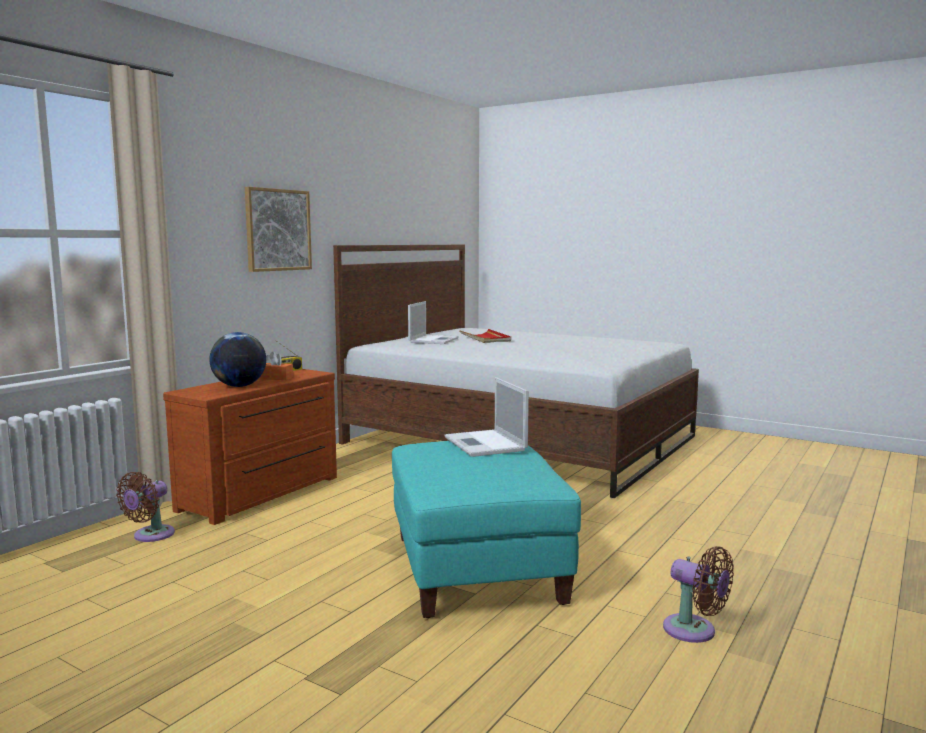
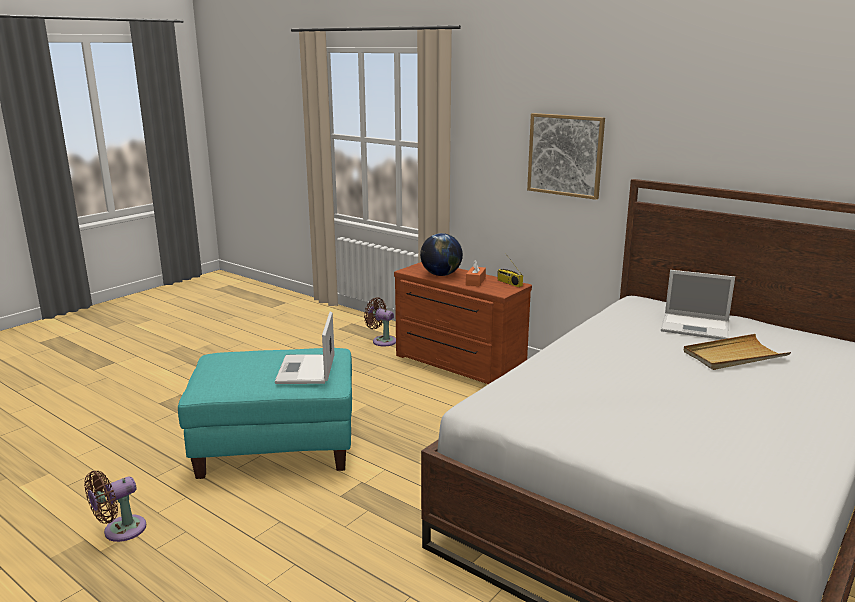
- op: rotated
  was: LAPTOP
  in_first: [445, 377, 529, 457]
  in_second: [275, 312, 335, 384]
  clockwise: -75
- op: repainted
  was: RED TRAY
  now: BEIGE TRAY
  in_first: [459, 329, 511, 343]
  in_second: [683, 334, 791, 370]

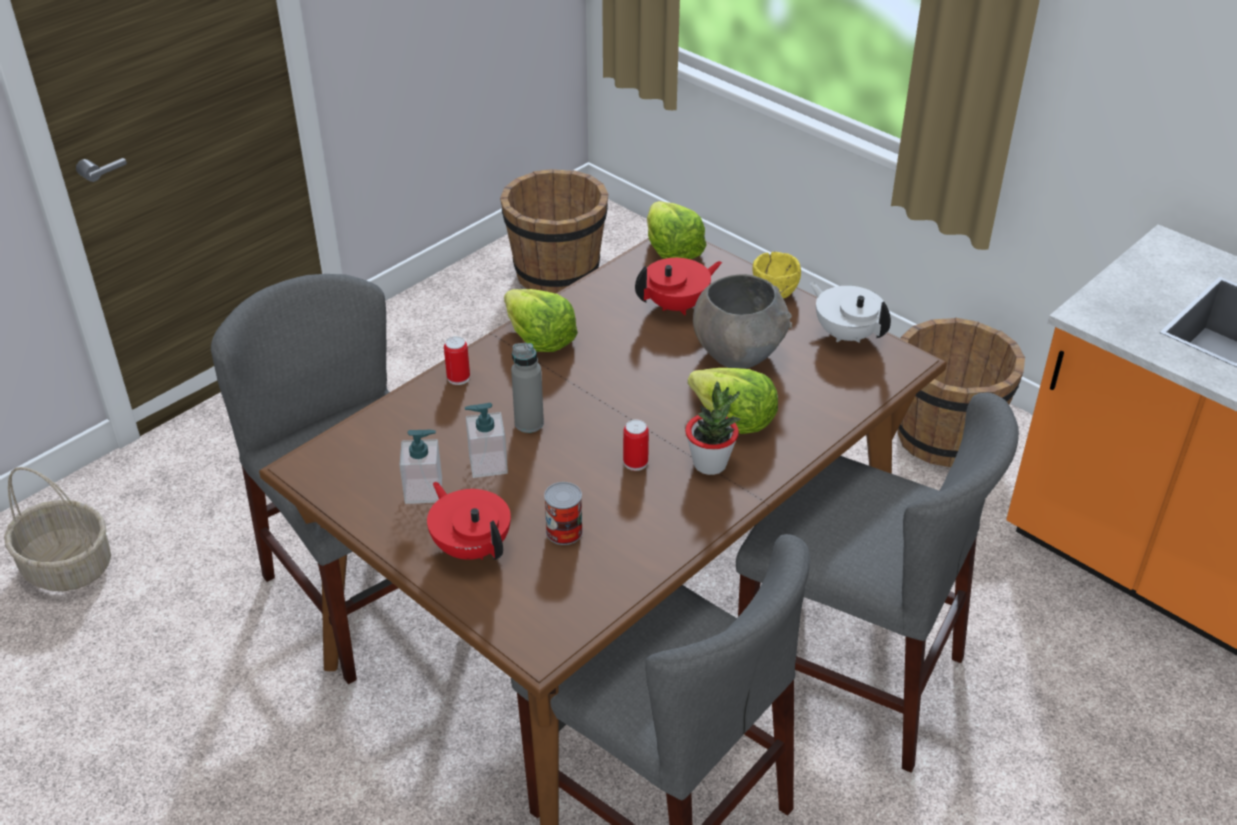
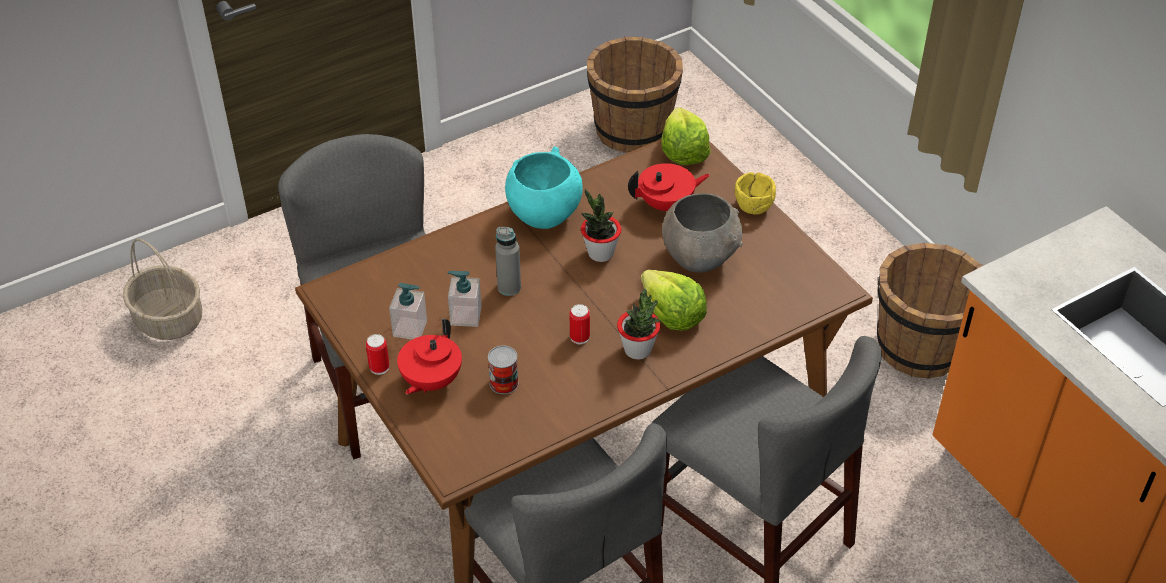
- op: shifted
  was: CAN
  in_first: [444, 336, 470, 385]
  in_second: [366, 334, 390, 375]
- op: rotated
  was: RED TEAPOT
  in_first: [427, 482, 511, 560]
  in_second: [397, 319, 462, 394]
  clockwise: -135
- op: swapped
  was: LETTUCE
  now: TURQUOISE BOWL
  in_first: [504, 289, 578, 352]
  in_second: [505, 146, 583, 229]
- op: new
  now: POTTED PLANT
  in_second: [581, 189, 621, 262]
- op: gone
  was: WHITE TEAPOT
  in_first: [810, 282, 891, 343]

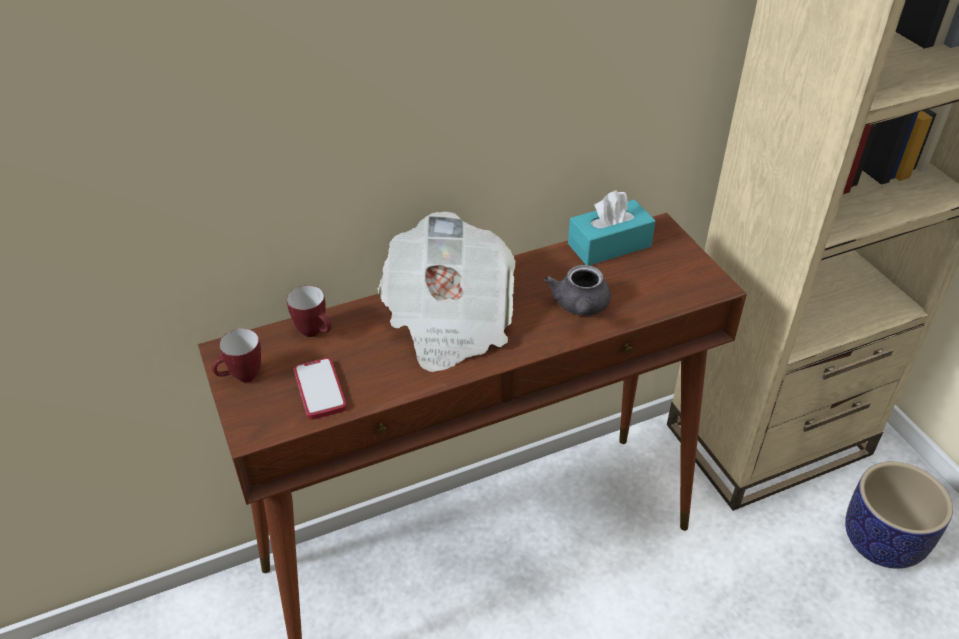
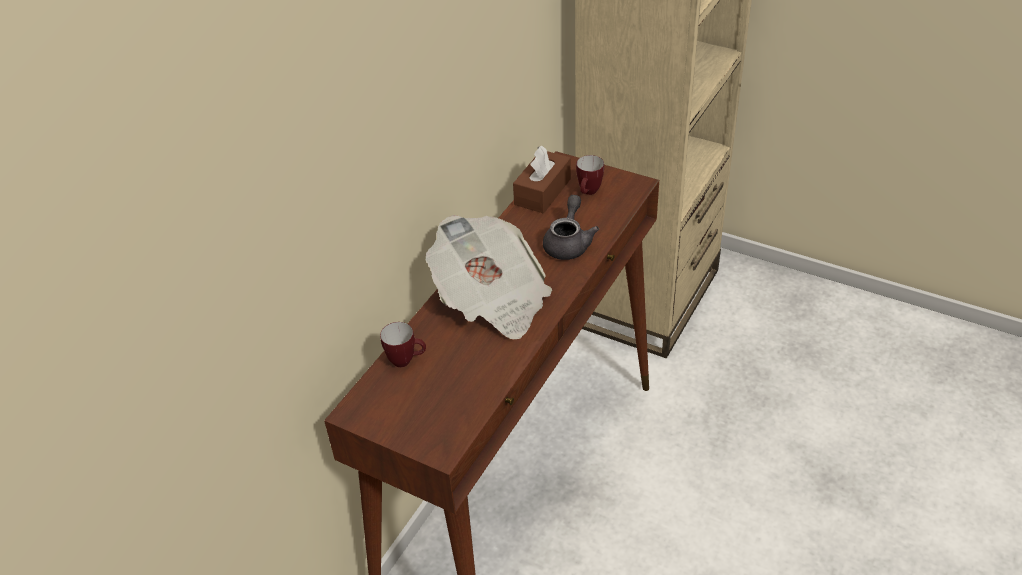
- op: repainted
  was: TURQUOISE TISSUE BOX
  now: BROWN TISSUE BOX
  in_first: [568, 190, 655, 265]
  in_second: [513, 146, 571, 214]
- op: rotated
  was: GREY TEAPOT
  in_first: [544, 265, 611, 316]
  in_second: [543, 195, 599, 260]
  clockwise: -135
- op: shifted
  was: MUG
  in_first: [212, 329, 261, 382]
  in_second: [576, 155, 604, 195]
- op: gone
  was: PHONE
  in_first: [294, 358, 347, 420]
- op: gone
  was: PLANTER
  in_first: [845, 462, 953, 569]

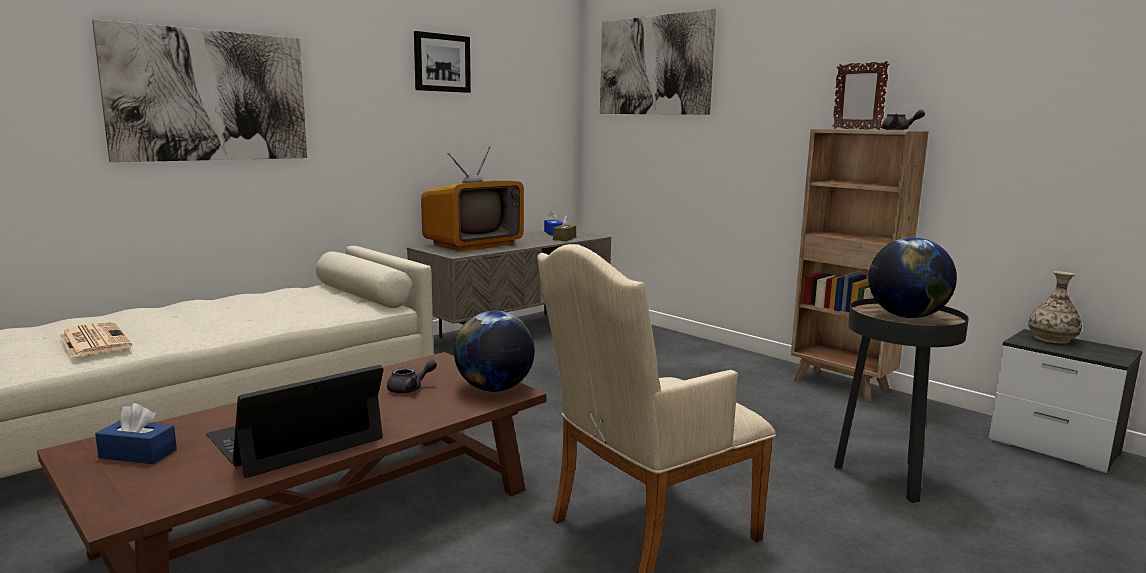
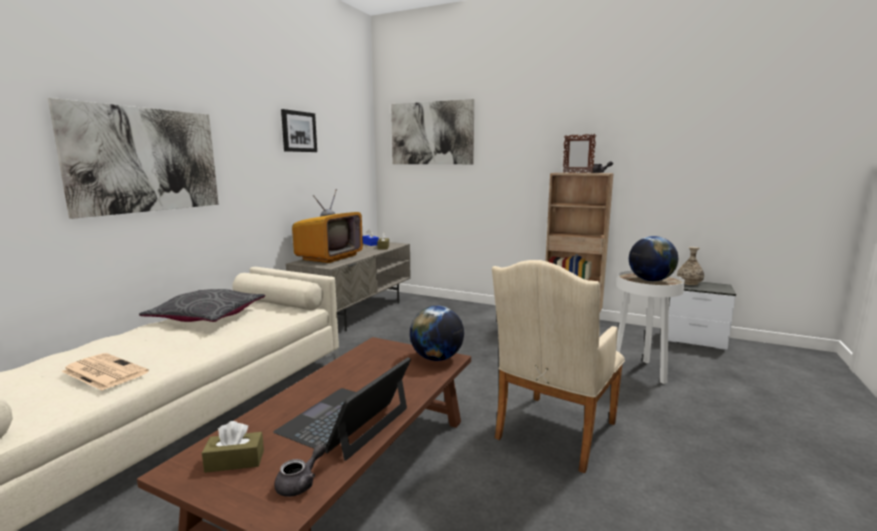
- op: new
  now: GREY PILLOW
  in_second: [139, 289, 265, 322]
- op: repainted
  was: BLUE TISSUE BOX
  now: BROWN TISSUE BOX
  in_first: [95, 403, 177, 464]
  in_second: [202, 421, 264, 473]
- op: shifted
  was: GREY TEAPOT
  in_first: [387, 359, 437, 394]
  in_second: [274, 444, 326, 497]
- op: repainted
  was: BLACK SIDE TABLE
  now: WHITE SIDE TABLE
  in_first: [834, 298, 969, 503]
  in_second: [616, 270, 685, 384]

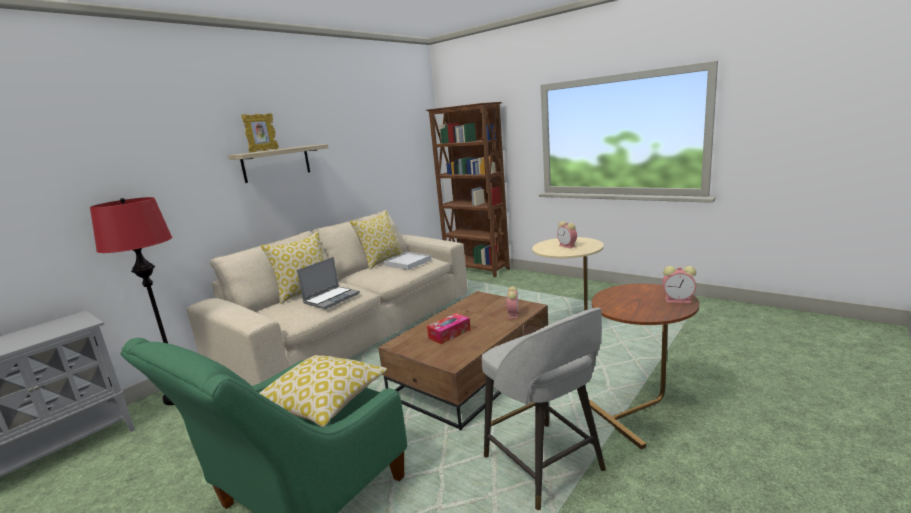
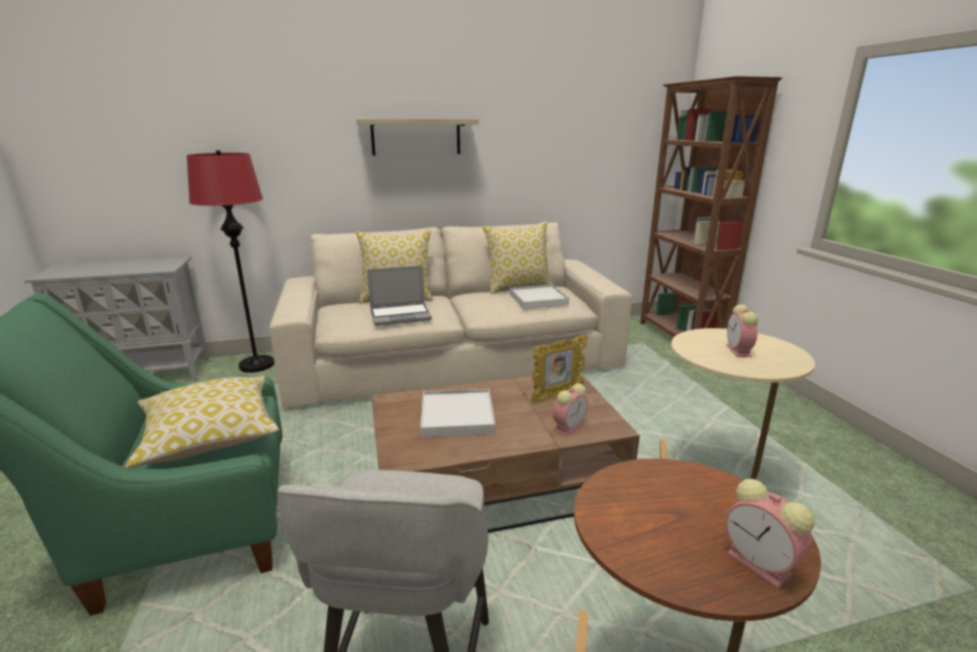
- op: swapped
  was: TISSUE BOX
  now: WHITE TRAY
  in_first: [427, 313, 471, 344]
  in_second: [420, 389, 495, 438]
- op: shifted
  was: PICTURE FRAME
  in_first: [241, 113, 279, 152]
  in_second: [531, 335, 588, 403]

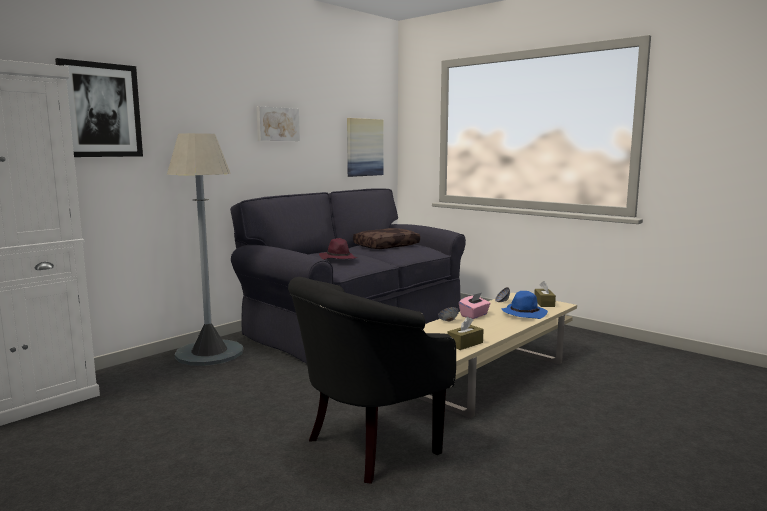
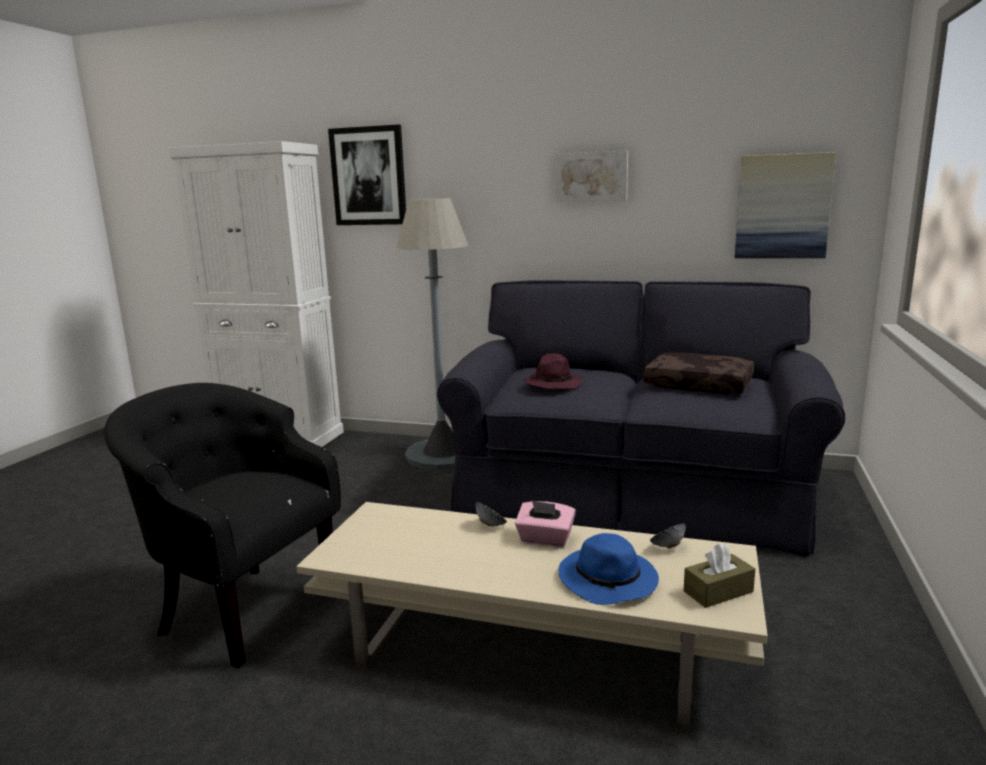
- op: gone
  was: BROWN TISSUE BOX
  in_first: [448, 317, 484, 350]

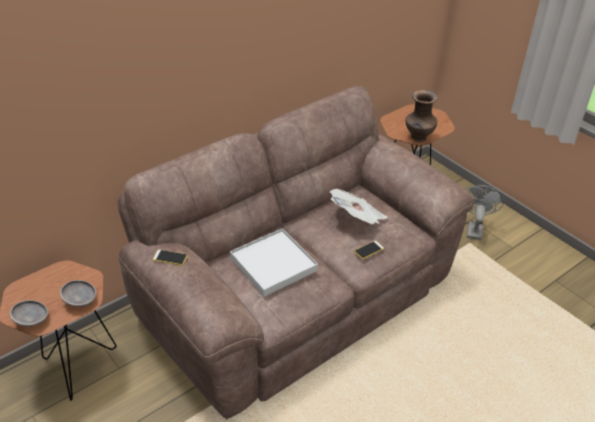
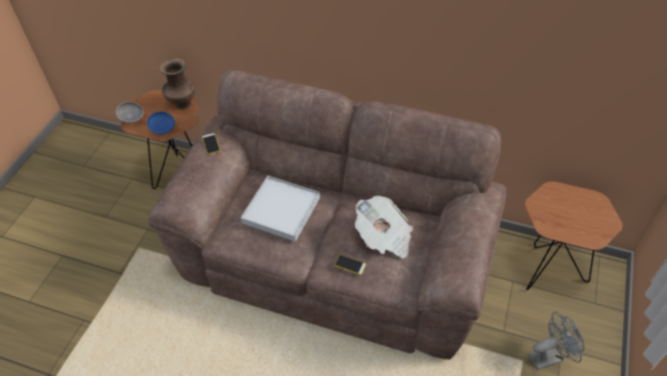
- op: repainted
  was: GREY BOWL
  now: BLUE BOWL
  in_first: [60, 280, 96, 307]
  in_second: [147, 112, 175, 134]
- op: shifted
  was: BROWN VASE
  in_first: [406, 90, 438, 142]
  in_second: [160, 58, 195, 110]

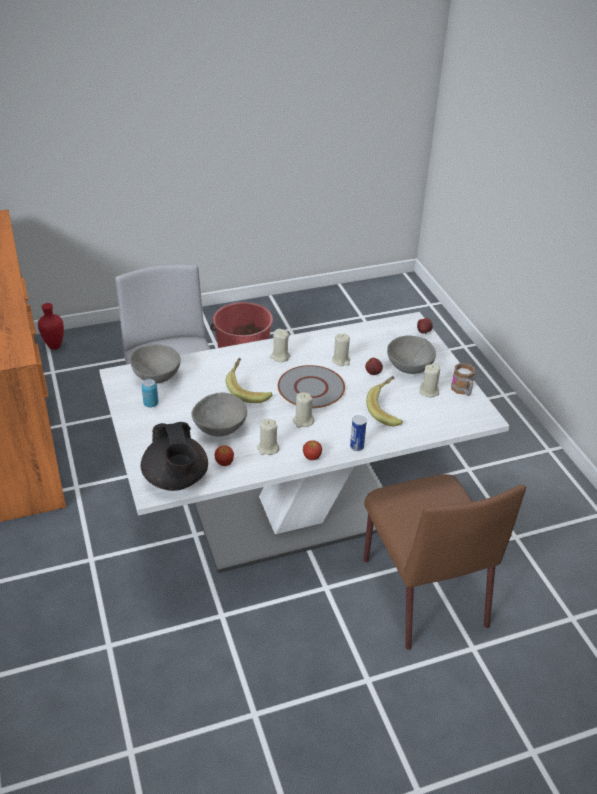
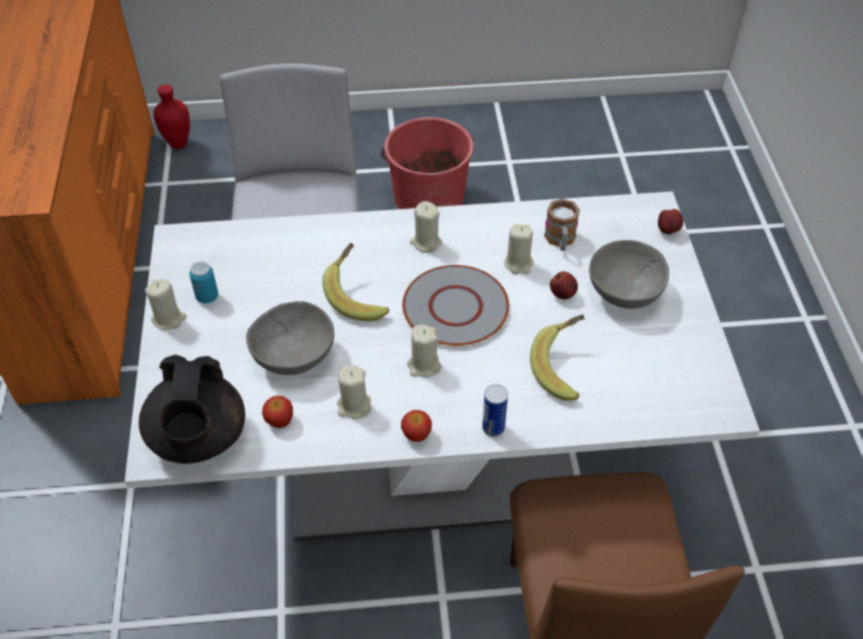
- op: shifted
  was: BEIGE CANDLE
  in_first: [420, 364, 440, 397]
  in_second: [145, 279, 186, 330]
- op: shifted
  was: MUG
  in_first: [451, 363, 475, 396]
  in_second: [544, 199, 580, 251]
- op: gone
  was: GREY BOWL
  in_first: [130, 345, 180, 384]

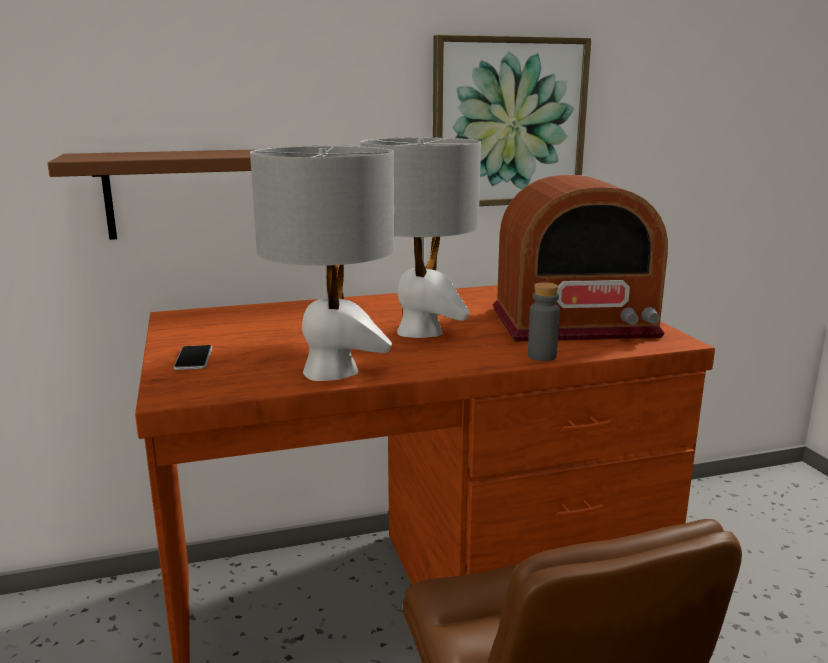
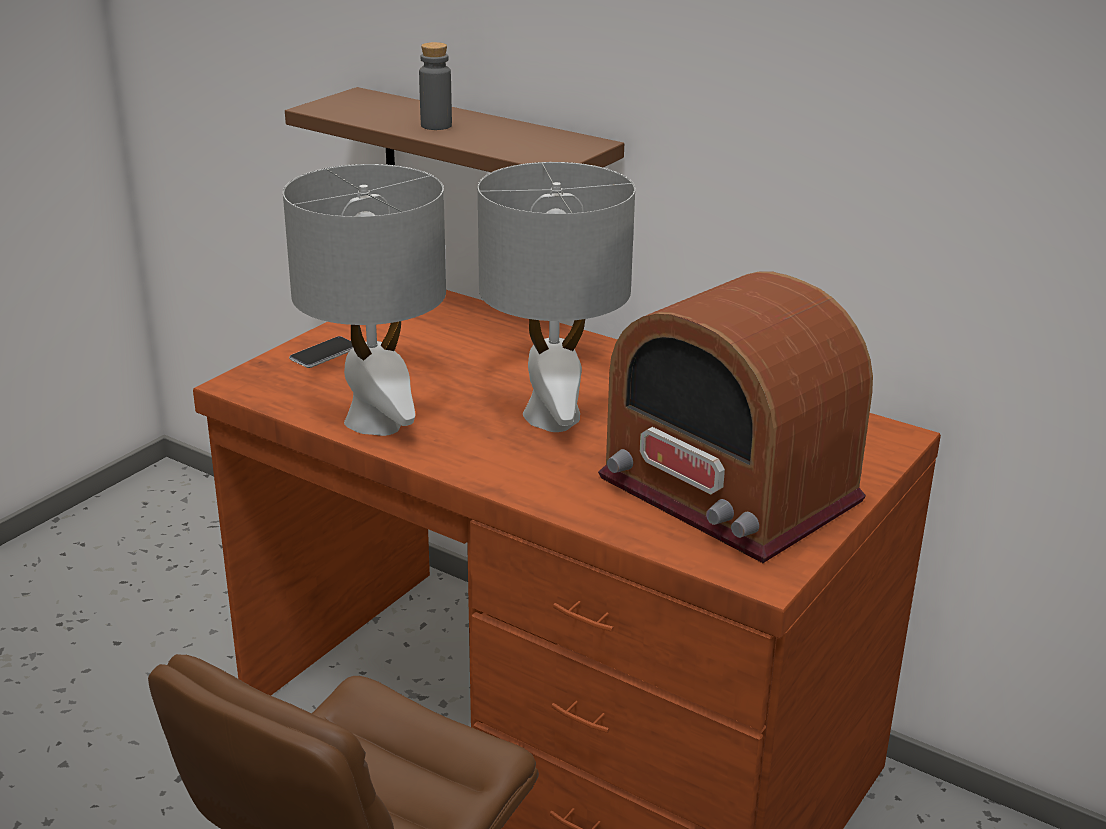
- op: shifted
  was: GREY BOTTLE
  in_first: [528, 282, 560, 361]
  in_second: [419, 42, 452, 130]
- op: gone
  was: PICTURE
  in_first: [433, 35, 592, 206]

